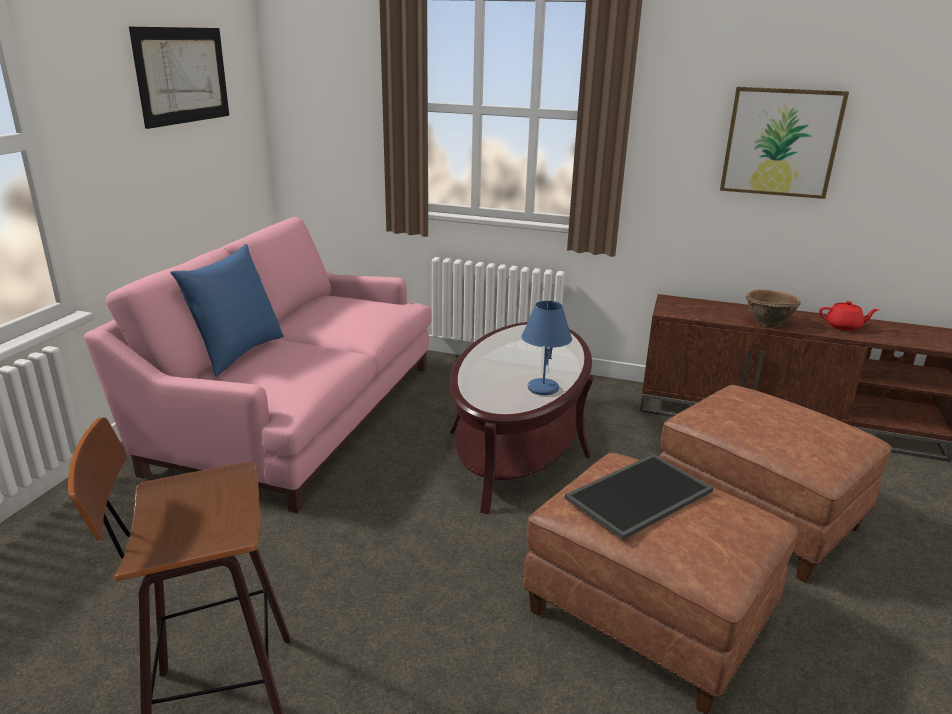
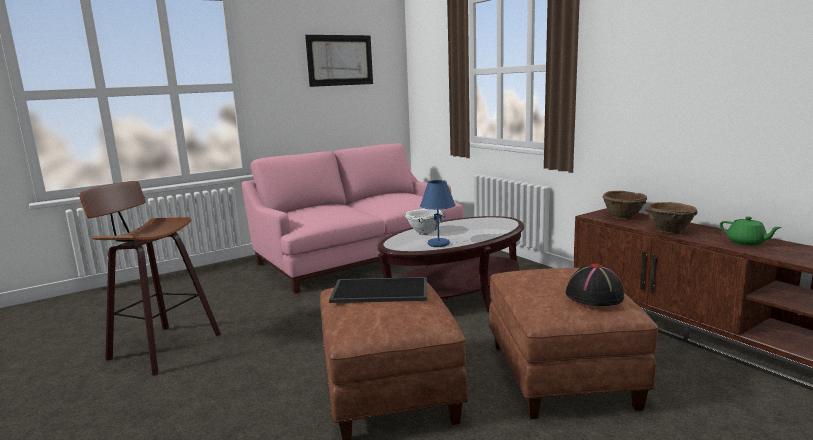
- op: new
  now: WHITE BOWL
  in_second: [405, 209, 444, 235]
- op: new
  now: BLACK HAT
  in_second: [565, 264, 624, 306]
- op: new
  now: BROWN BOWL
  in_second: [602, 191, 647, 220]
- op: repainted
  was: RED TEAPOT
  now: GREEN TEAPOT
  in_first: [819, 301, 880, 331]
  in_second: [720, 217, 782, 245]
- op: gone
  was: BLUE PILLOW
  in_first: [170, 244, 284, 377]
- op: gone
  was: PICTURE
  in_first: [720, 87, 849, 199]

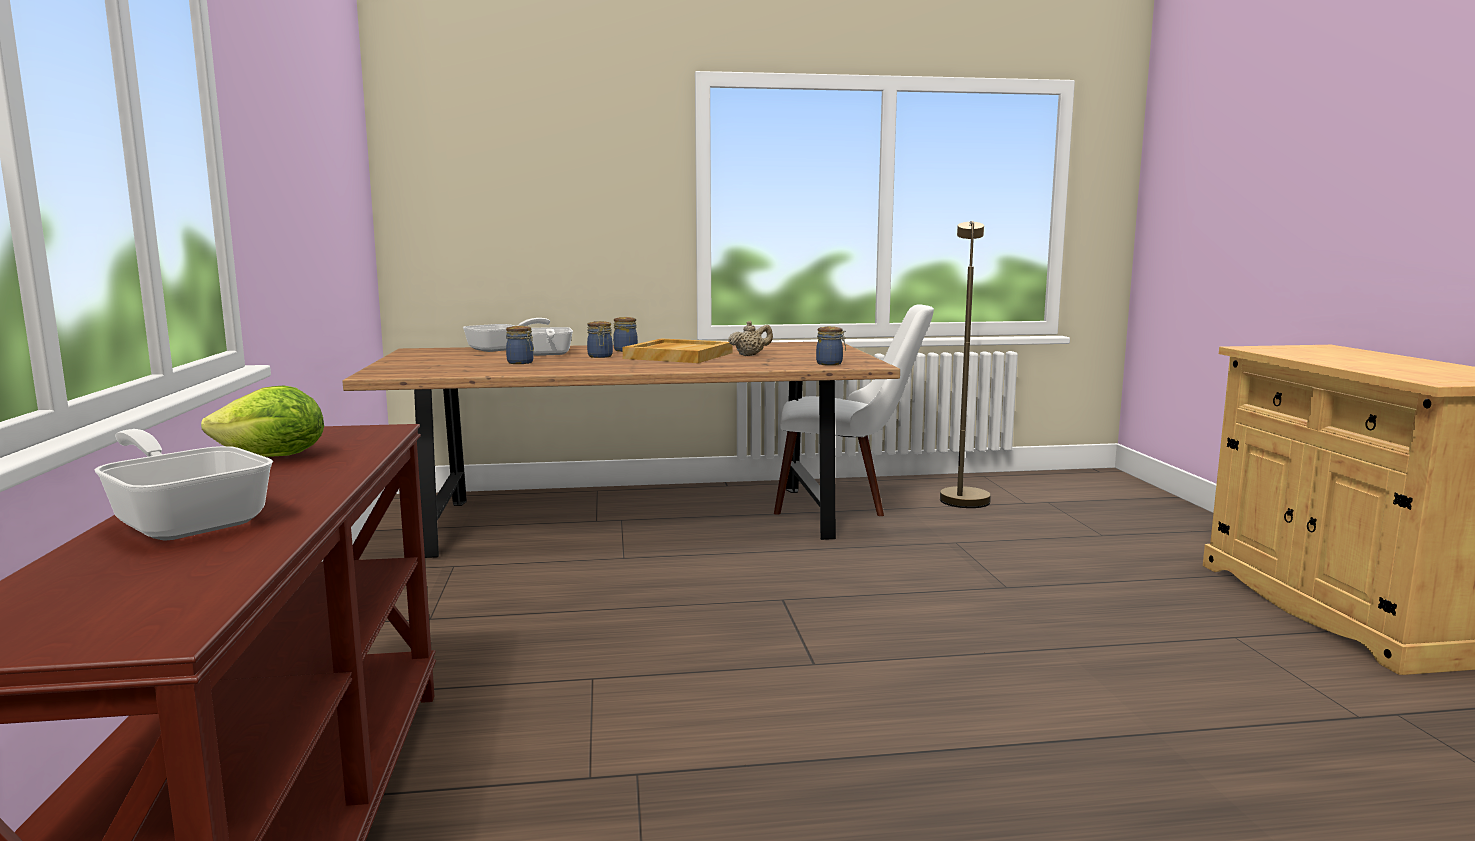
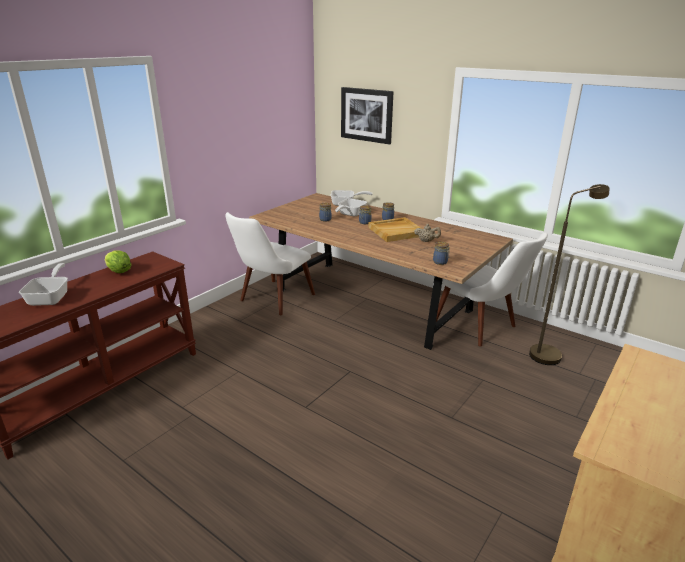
- op: new
  now: WHITE CHAIR
  in_second: [225, 212, 315, 315]
- op: new
  now: PICTURE
  in_second: [341, 87, 394, 144]

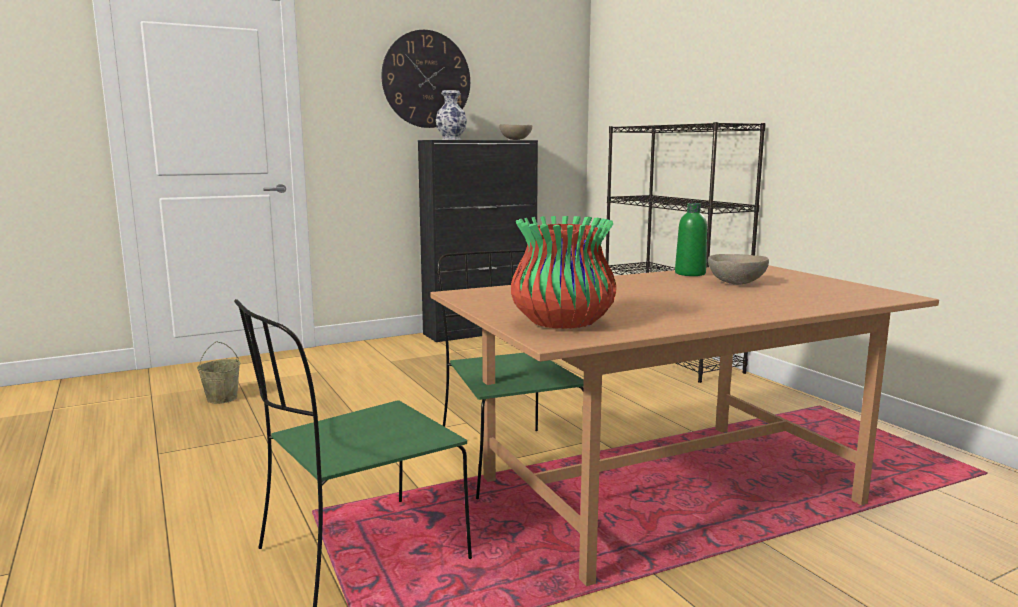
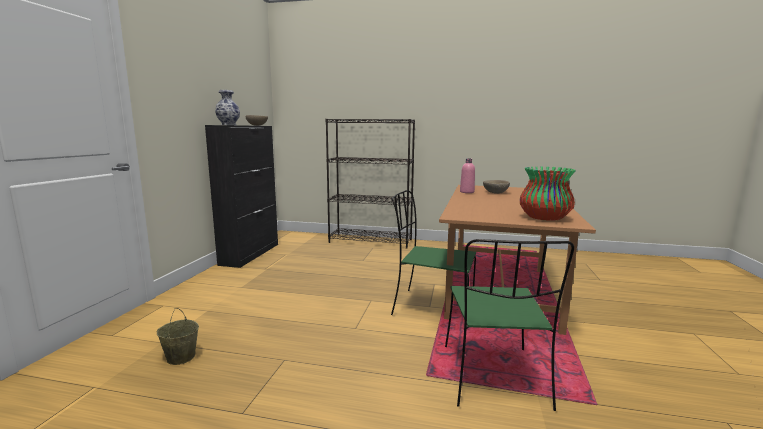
- op: repainted
  was: GREEN BOTTLE
  now: PINK BOTTLE
  in_first: [675, 203, 707, 276]
  in_second: [460, 158, 475, 193]
- op: gone
  was: WALL CLOCK
  in_first: [381, 30, 470, 128]

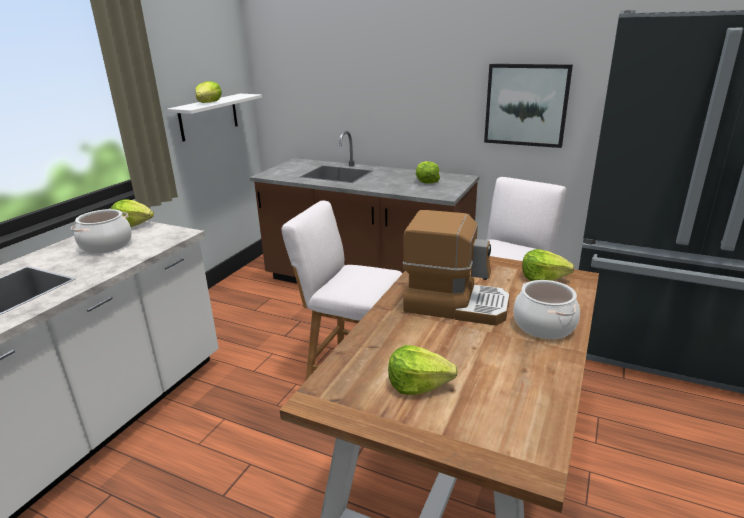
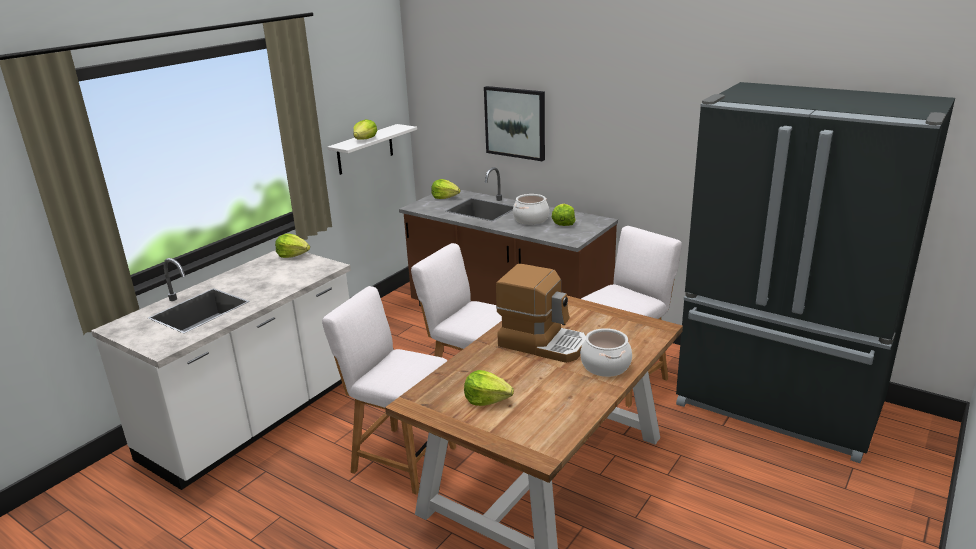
- op: new
  now: WHITE CHAIR
  in_second: [322, 286, 456, 495]
- op: shifted
  was: LETTUCE
  in_first: [522, 249, 574, 281]
  in_second: [431, 179, 461, 199]
- op: shifted
  was: PICTURE
  in_first: [484, 64, 573, 148]
  in_second: [484, 86, 545, 161]
- op: shifted
  was: COOKING POT
  in_first: [71, 209, 132, 254]
  in_second: [513, 194, 549, 225]

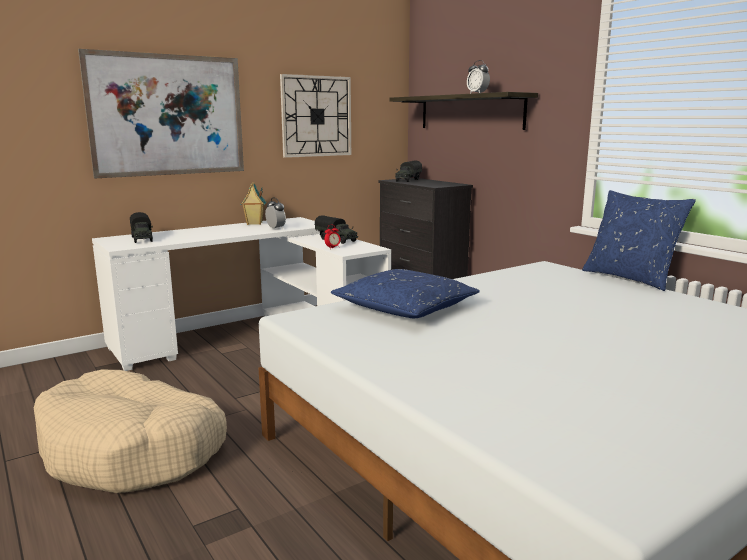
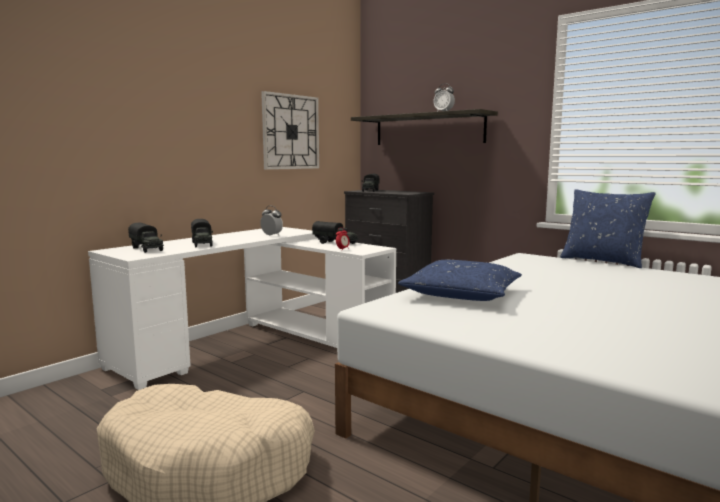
- op: new
  now: TOY TRUCK
  in_second: [191, 219, 213, 247]
- op: gone
  was: PICTURE
  in_first: [78, 49, 244, 179]
- op: gone
  was: TOY HOUSE
  in_first: [241, 182, 266, 225]

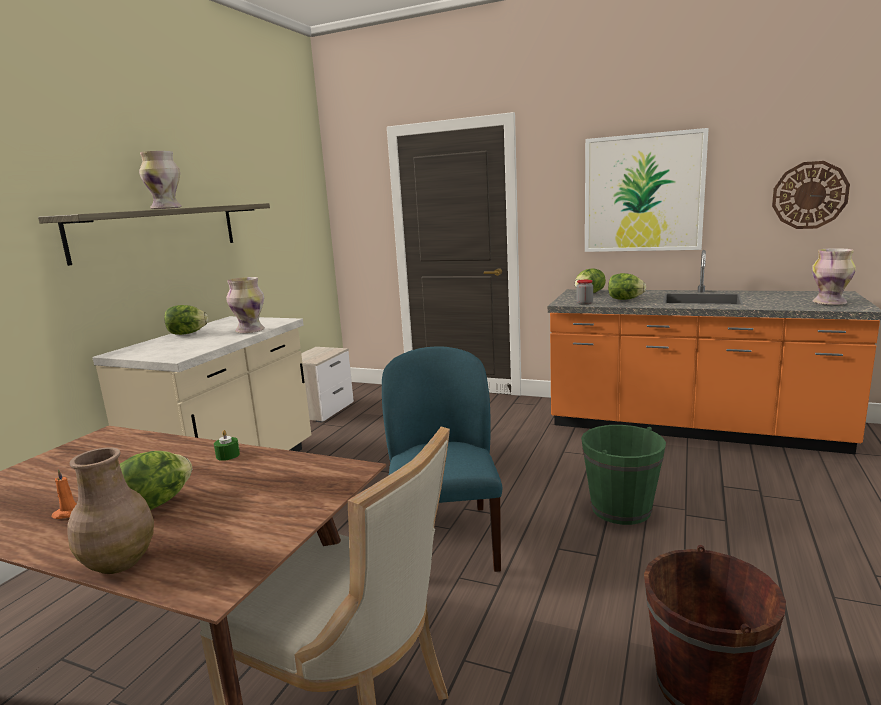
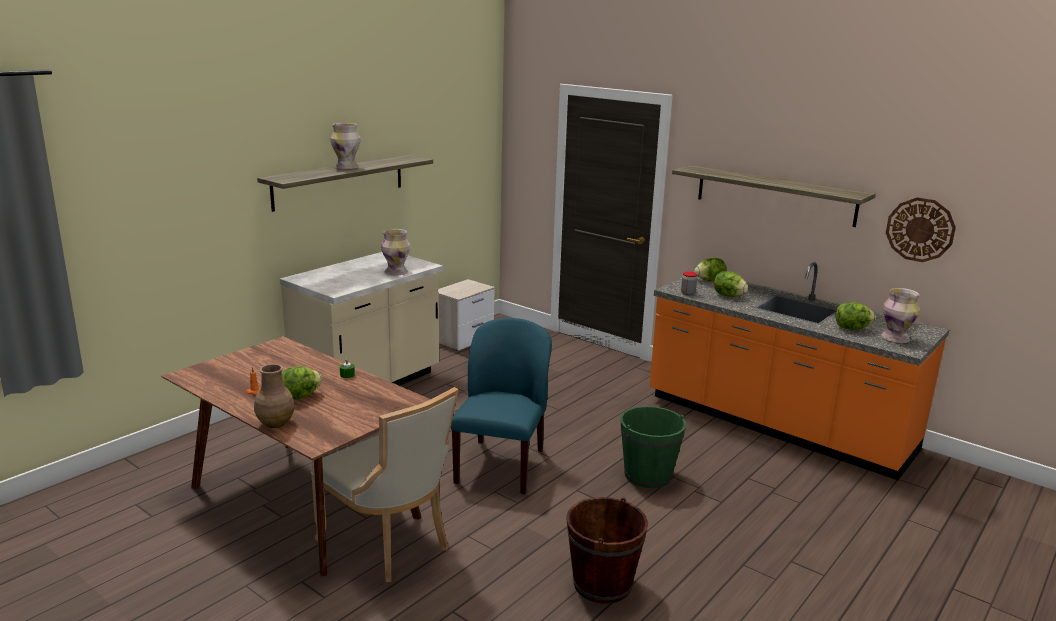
- op: swapped
  was: PICTURE
  now: SHELF
  in_first: [585, 128, 709, 252]
  in_second: [672, 165, 876, 227]
- op: shifted
  was: LETTUCE
  in_first: [164, 305, 208, 335]
  in_second: [836, 302, 876, 330]

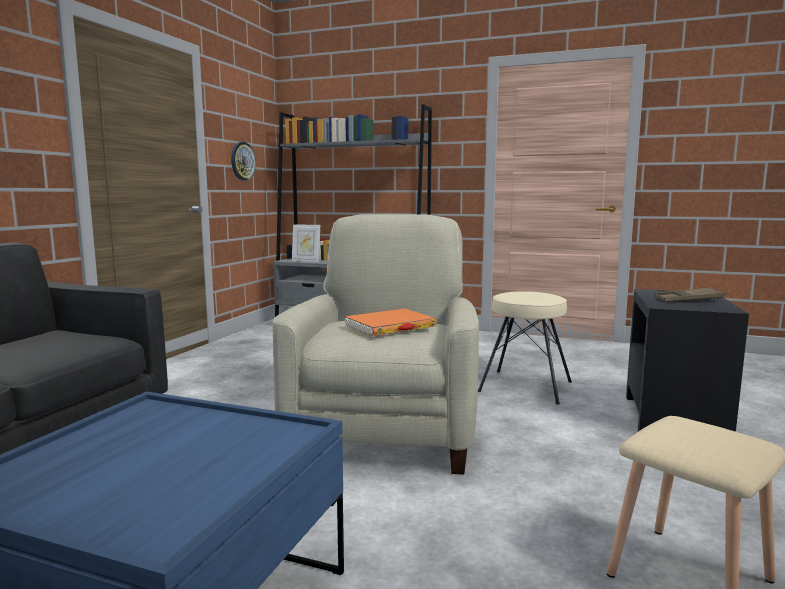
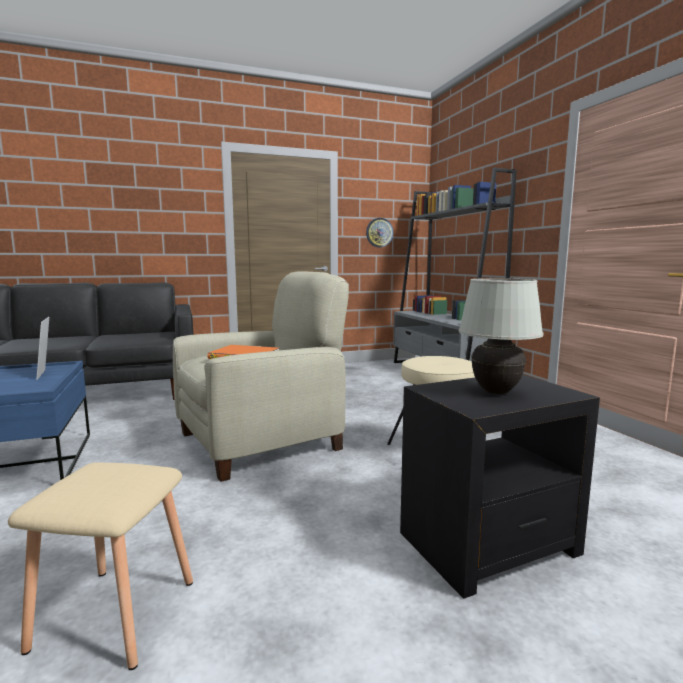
- op: shifted
  was: PICTURE FRAME
  in_first: [292, 224, 320, 262]
  in_second: [37, 317, 49, 380]
- op: swapped
  was: BROWN TRAY
  now: WHITE TABLE LAMP
  in_first: [654, 288, 725, 302]
  in_second: [459, 278, 543, 394]

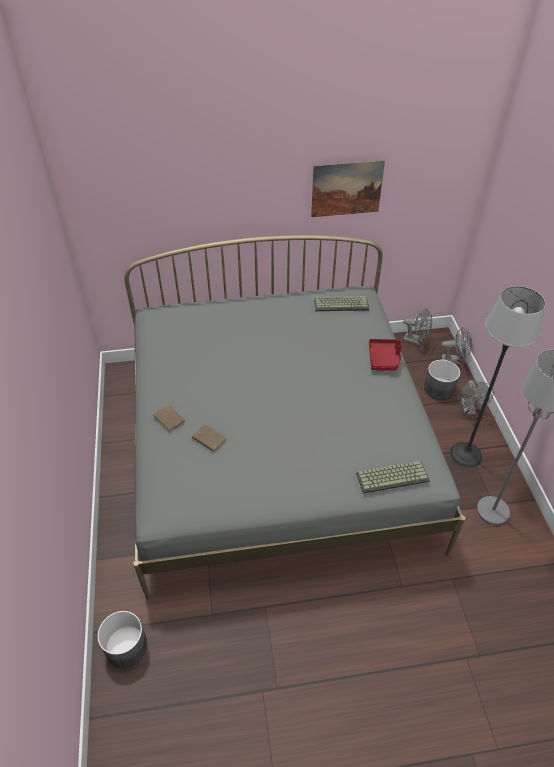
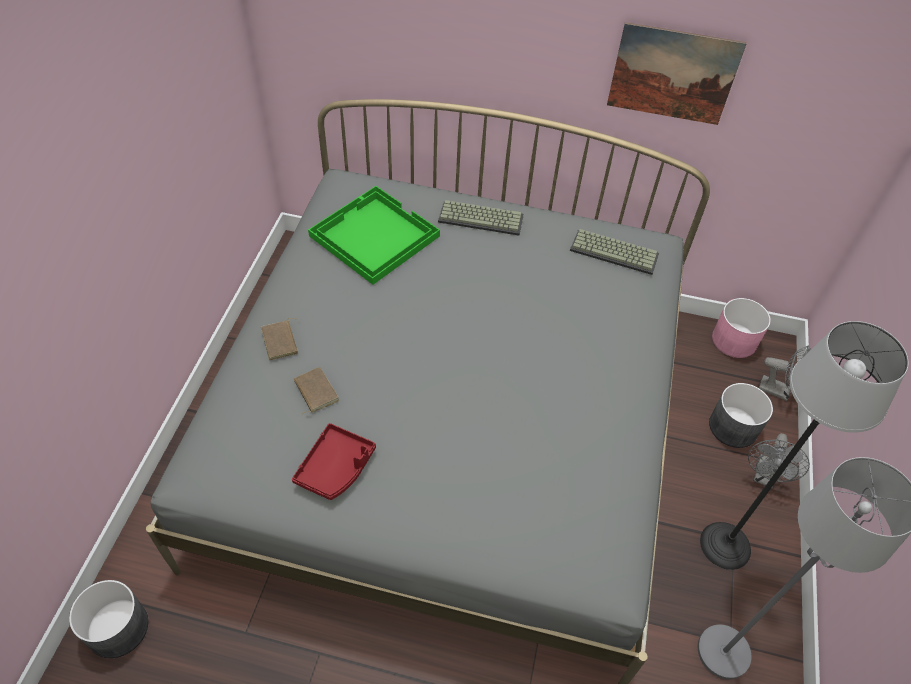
- op: shifted
  was: RED TRAY
  in_first: [369, 339, 402, 371]
  in_second: [292, 423, 376, 500]
- op: new
  now: GREEN TRAY
  in_second: [308, 186, 440, 285]
- op: shifted
  was: KEYBOARD
  in_first: [356, 461, 430, 494]
  in_second: [438, 200, 524, 236]
- op: swapped
  was: GREY FAN
  now: PINK PLANTER
  in_first: [403, 308, 432, 345]
  in_second: [712, 298, 771, 358]

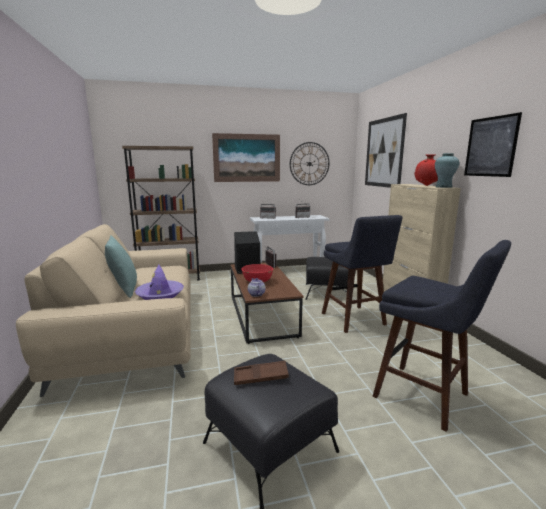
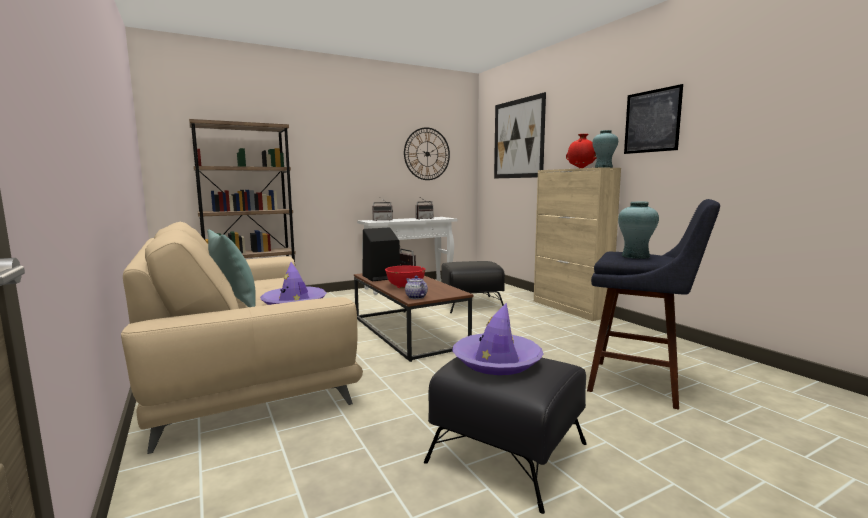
- op: swapped
  was: BROWN TRAY
  now: PURPLE HAT
  in_first: [234, 361, 289, 385]
  in_second: [452, 303, 543, 375]
- op: new
  now: TURQUOISE VASE
  in_second: [618, 202, 659, 259]
- op: gone
  was: PICTURE
  in_first: [212, 133, 280, 182]
- op: gone
  was: BLUE STOOL
  in_first: [322, 215, 402, 333]

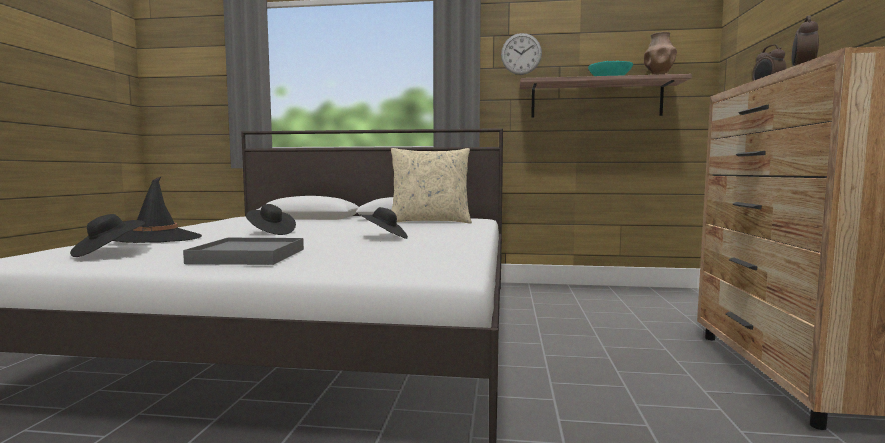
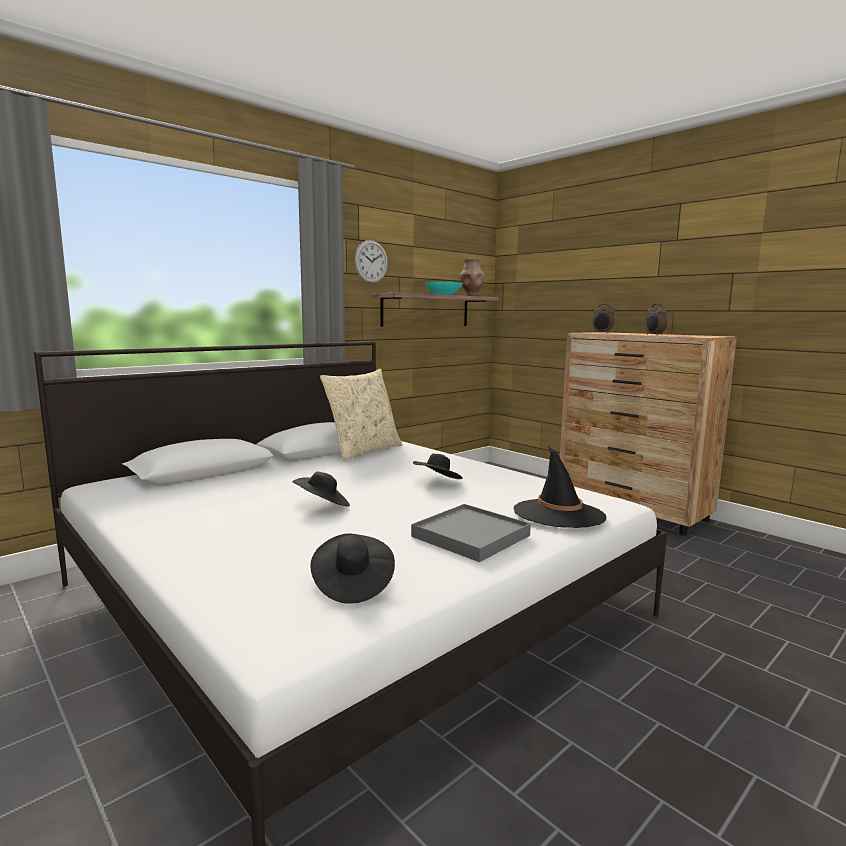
- op: shifted
  was: BLACK HAT
  in_first: [113, 176, 202, 243]
  in_second: [513, 446, 606, 528]

